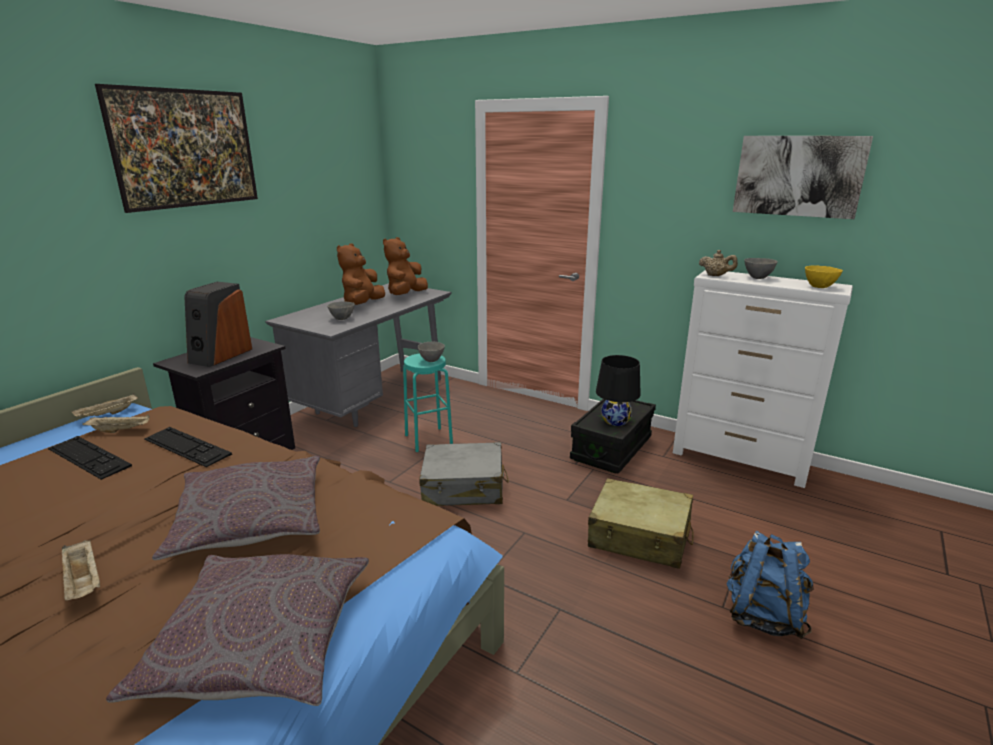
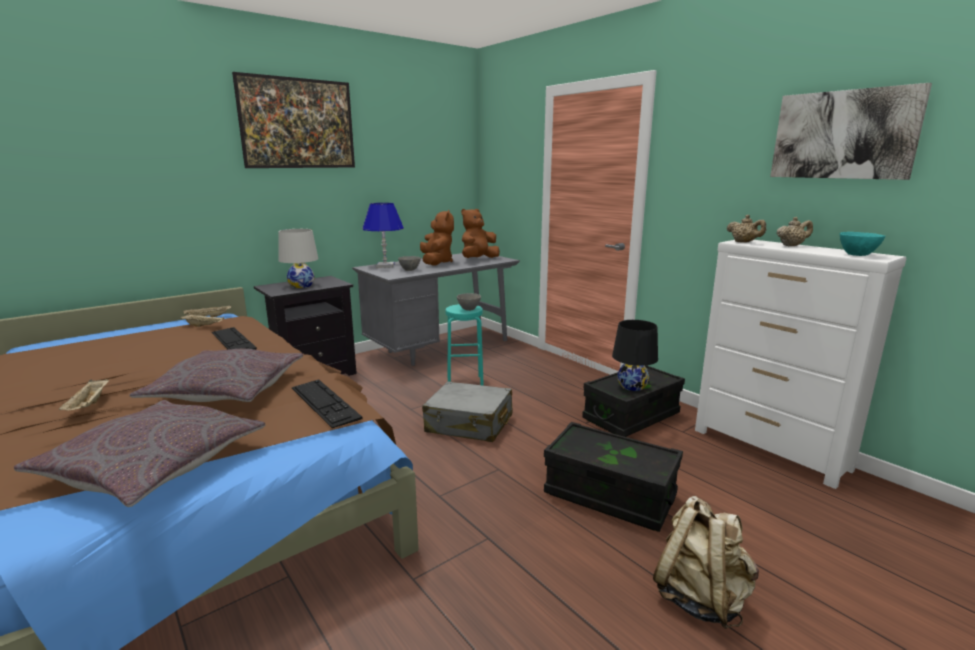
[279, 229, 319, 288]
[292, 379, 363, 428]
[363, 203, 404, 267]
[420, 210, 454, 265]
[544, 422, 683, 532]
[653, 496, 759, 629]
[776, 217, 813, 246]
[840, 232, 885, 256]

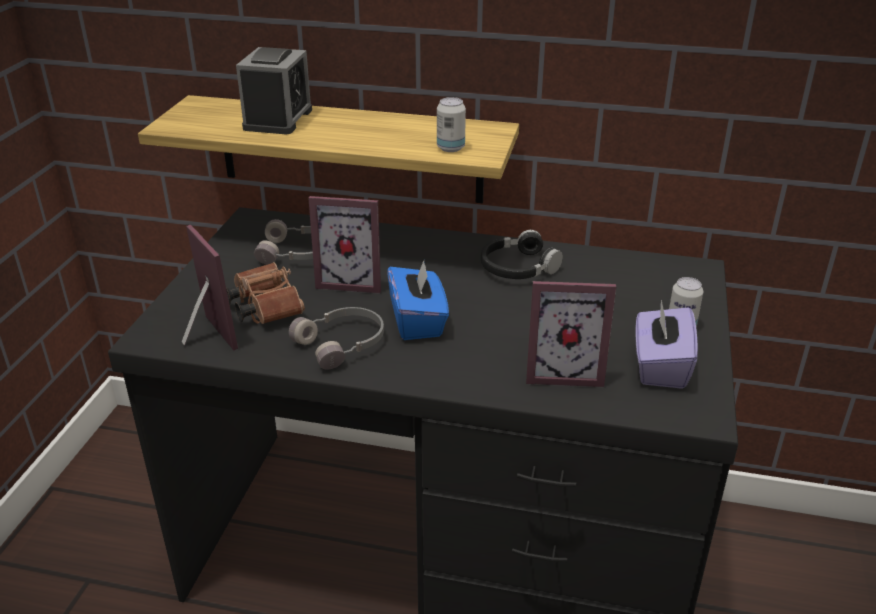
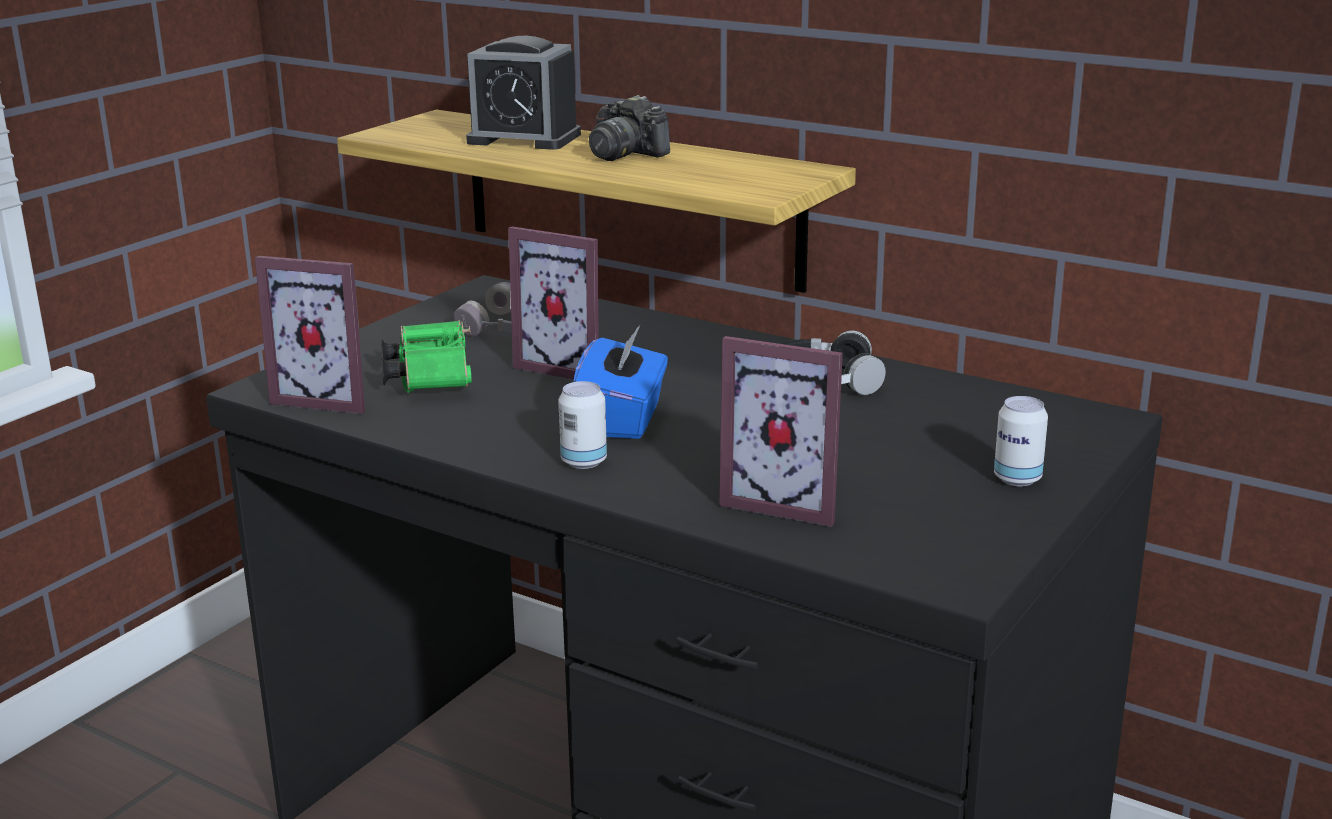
[255, 256, 365, 414]
[381, 320, 472, 393]
[466, 36, 581, 150]
[558, 381, 607, 469]
[589, 95, 670, 161]
[289, 307, 384, 370] (first image)
[635, 300, 698, 389] (first image)

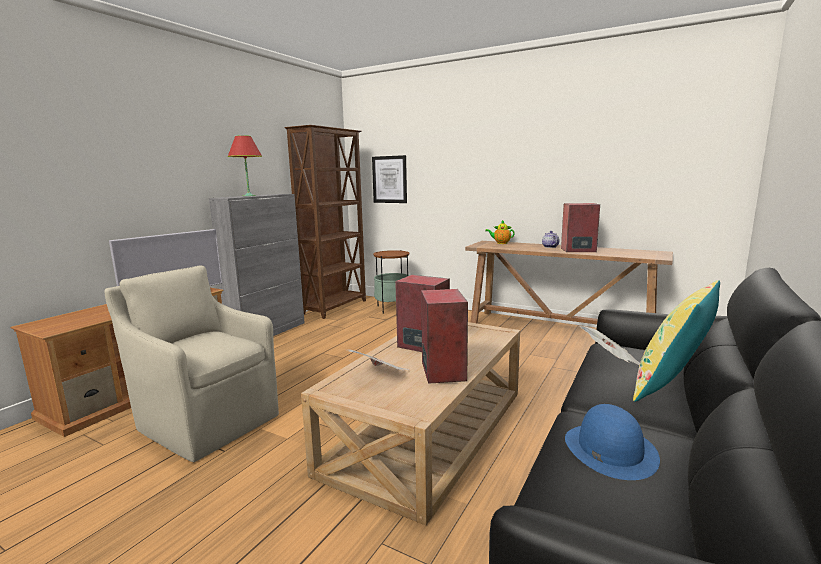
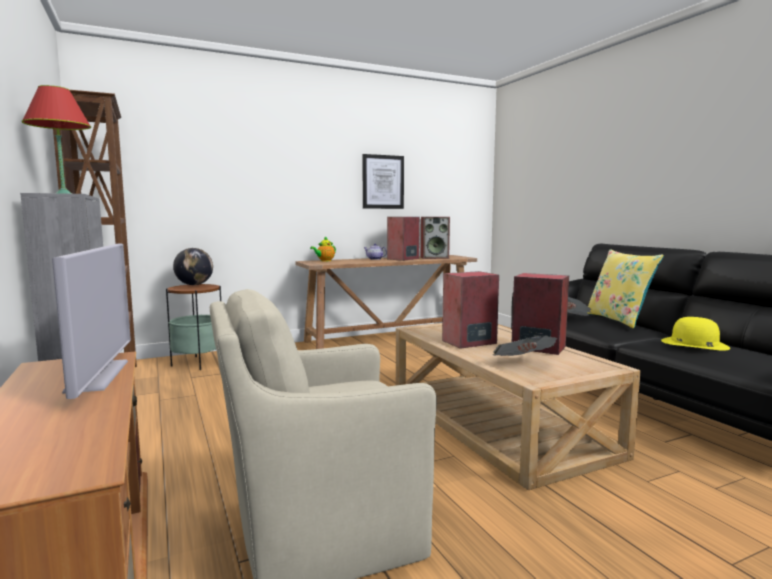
[173, 248, 213, 285]
[362, 154, 404, 209]
[421, 217, 450, 259]
[661, 317, 730, 351]

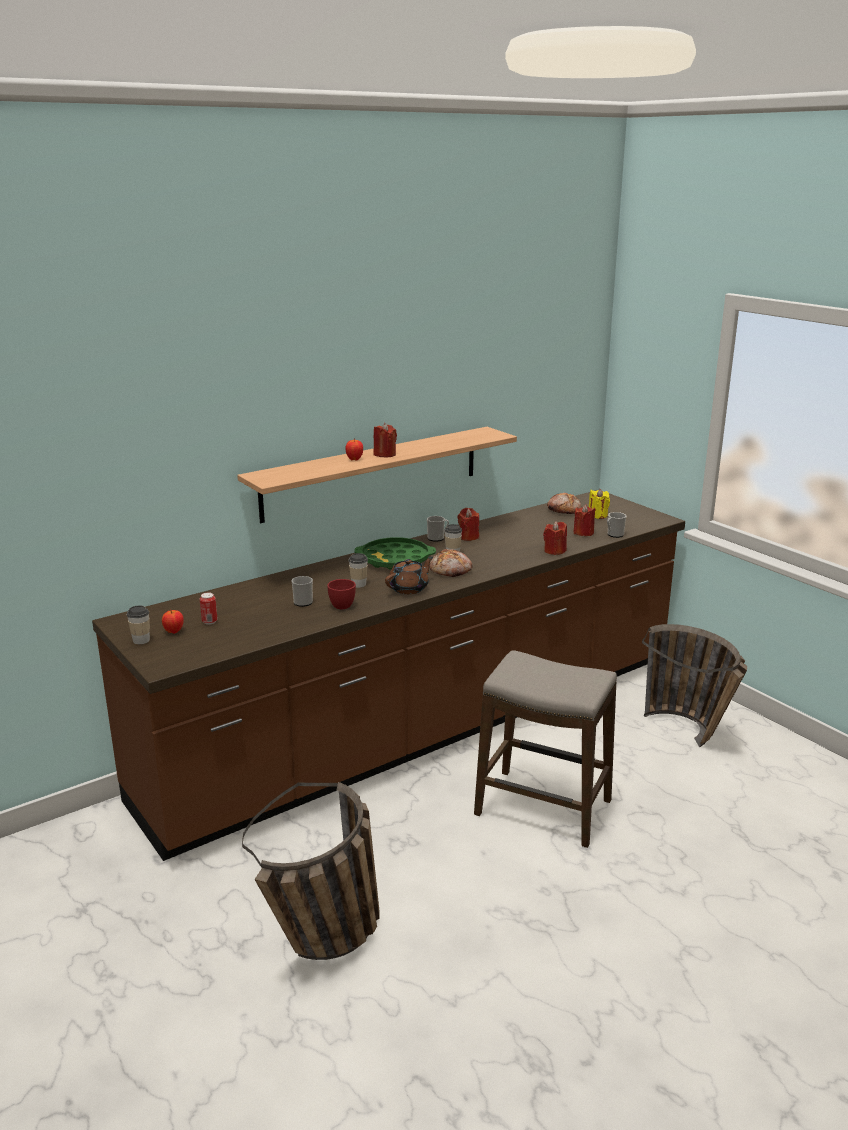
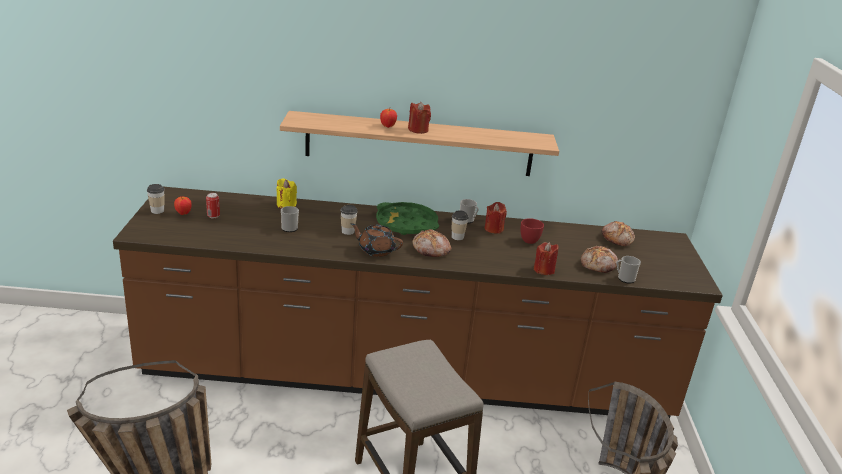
[276, 178, 297, 209]
[350, 223, 403, 257]
[520, 218, 544, 244]
[581, 246, 618, 273]

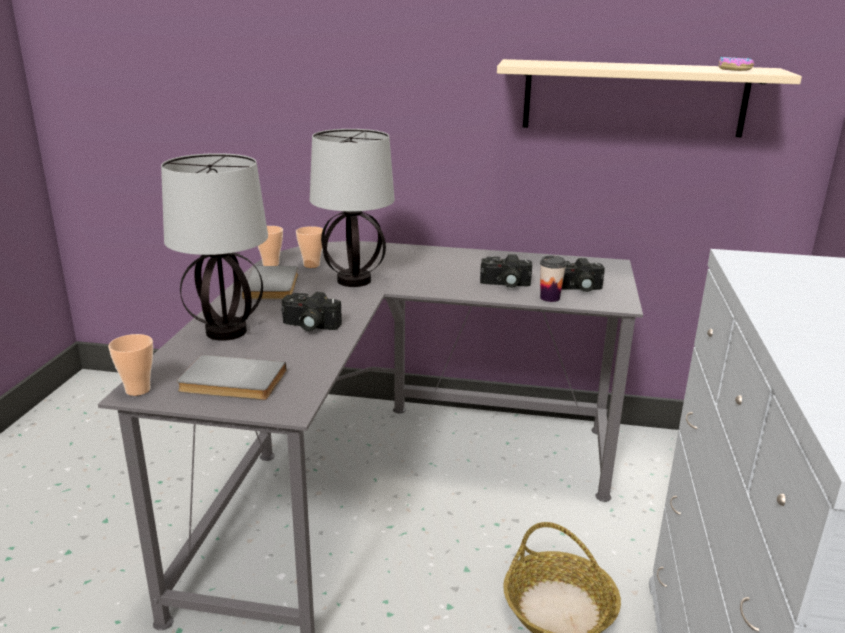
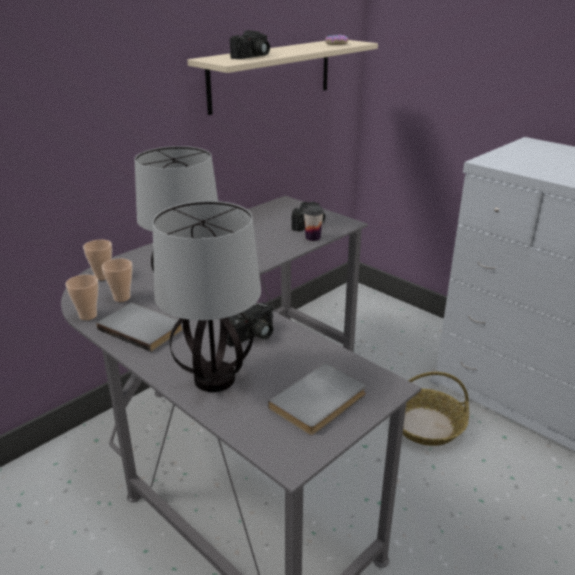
[83, 240, 112, 280]
[230, 30, 270, 59]

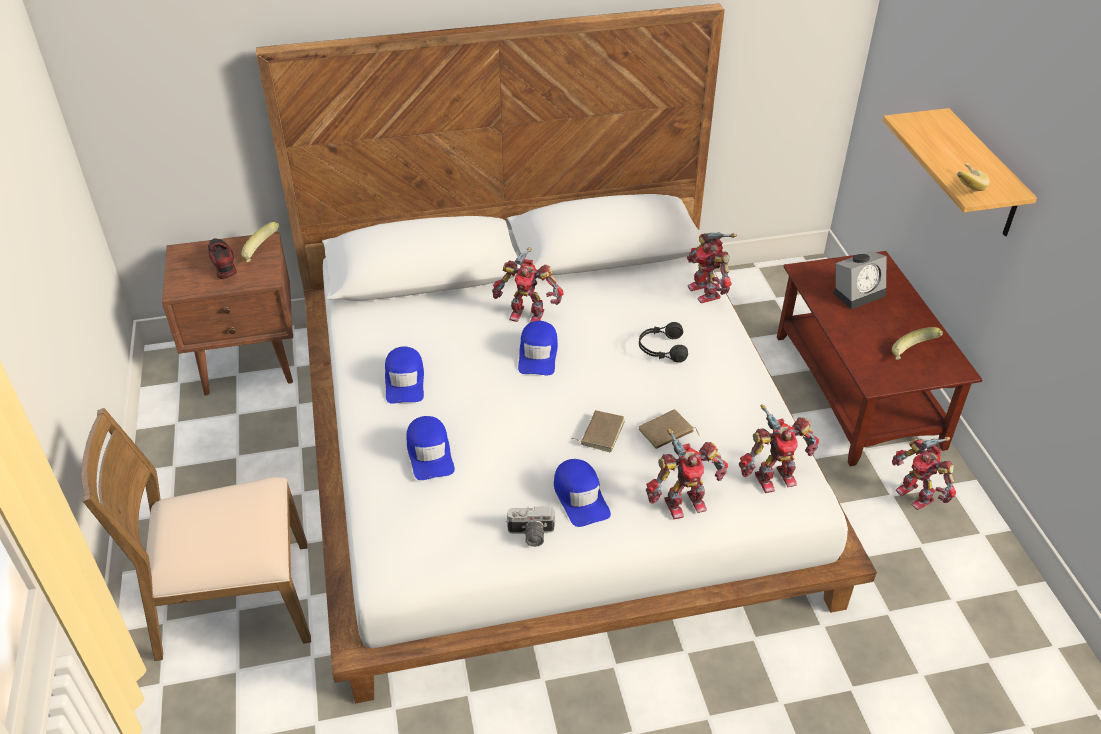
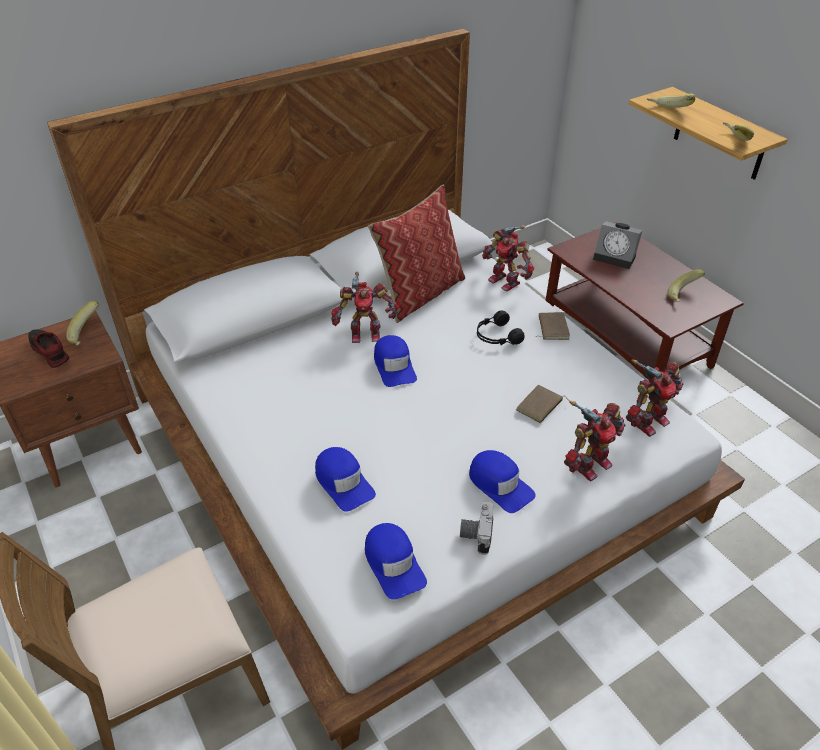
[365, 523, 427, 600]
[368, 184, 465, 323]
[460, 502, 493, 555]
[535, 312, 570, 340]
[593, 221, 643, 269]
[646, 93, 695, 107]
[892, 437, 956, 510] (first image)

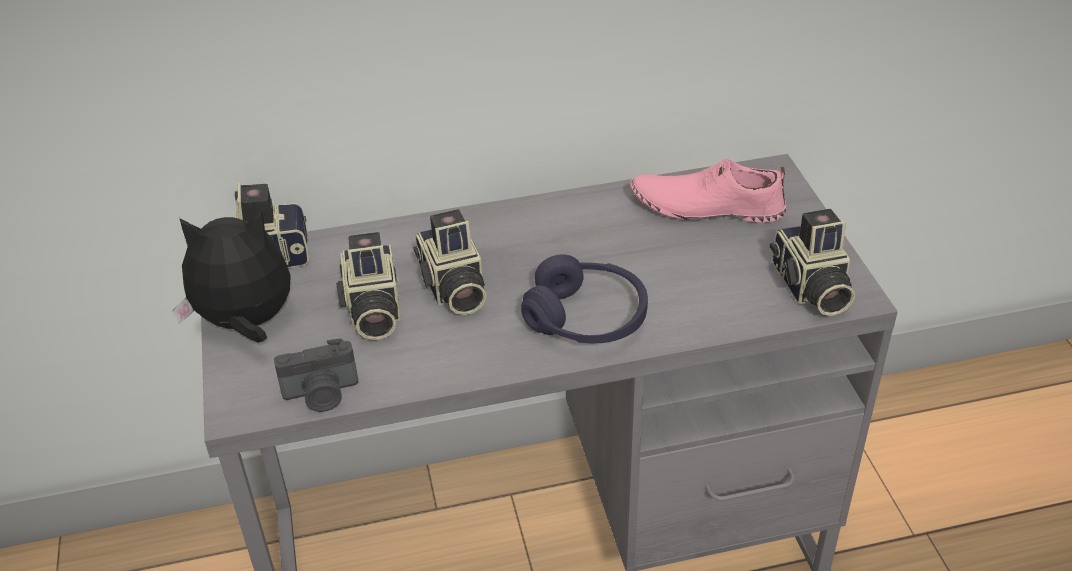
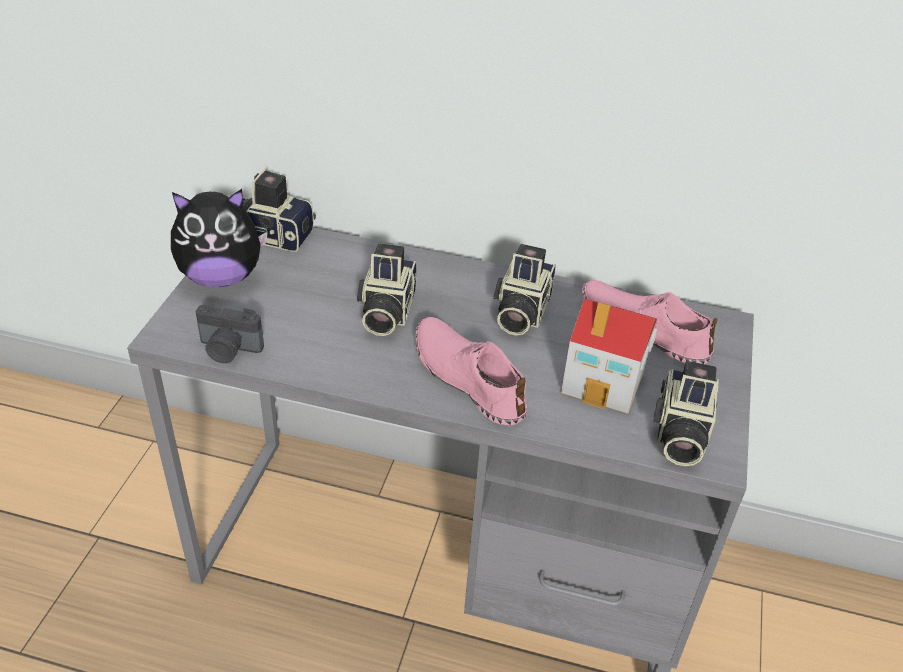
[171, 189, 268, 287]
[416, 317, 527, 426]
[494, 244, 556, 336]
[561, 299, 657, 414]

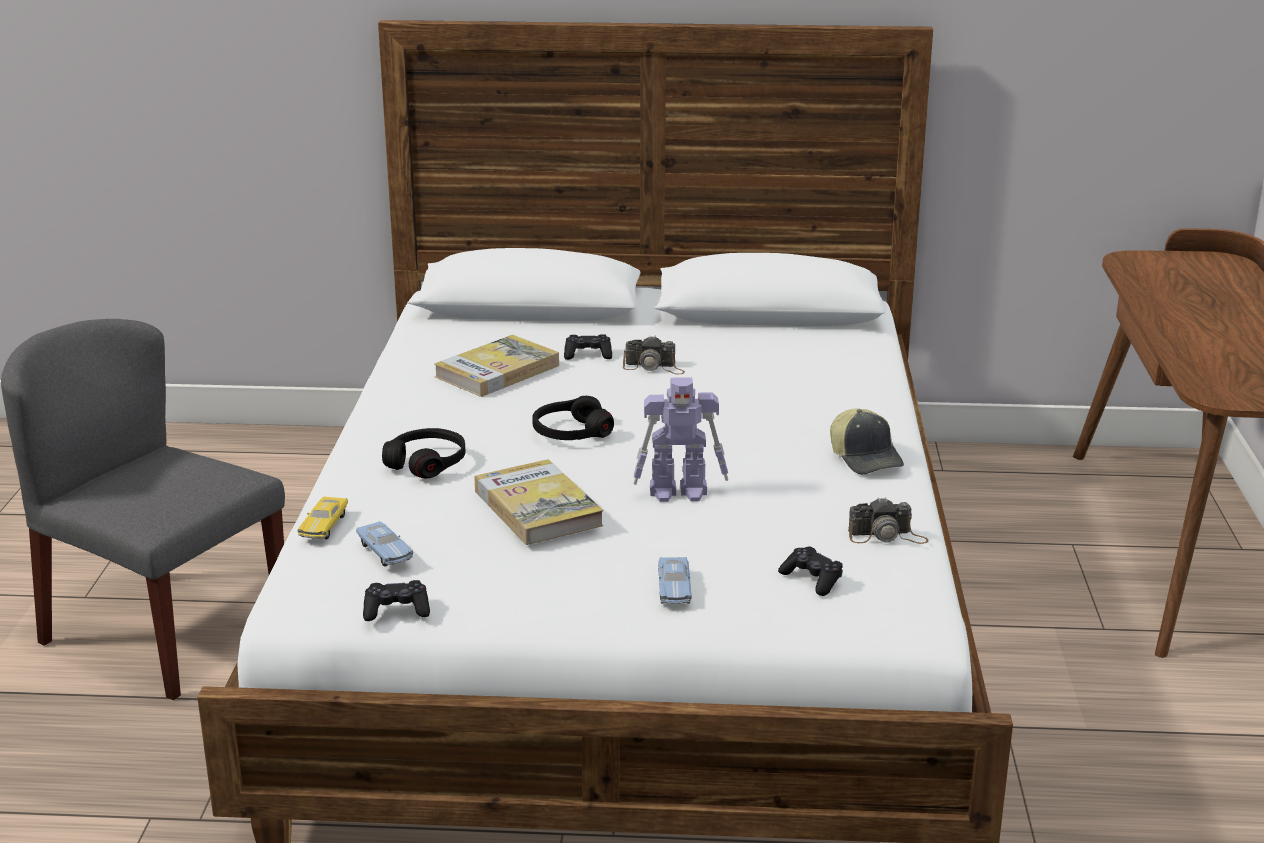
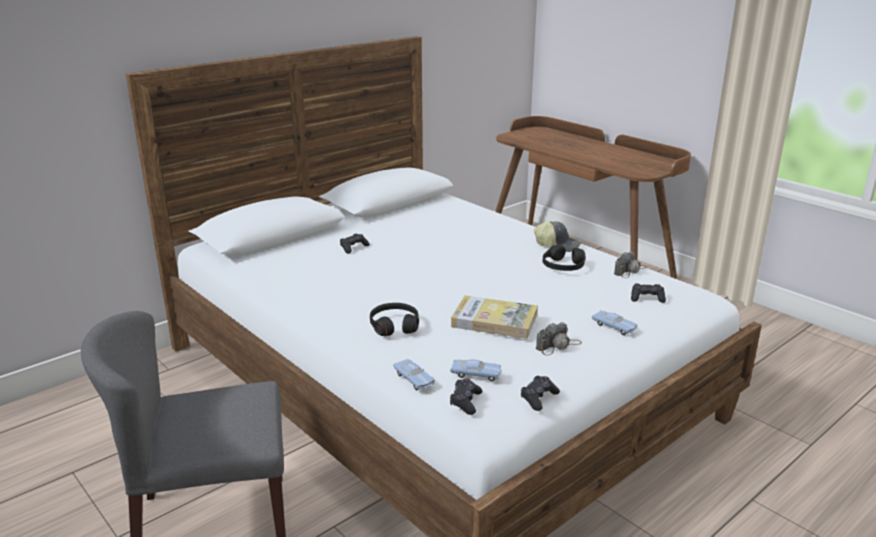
[393, 359, 435, 390]
[450, 379, 482, 415]
[536, 322, 582, 356]
[543, 245, 585, 271]
[434, 335, 559, 397] (first image)
[633, 377, 728, 502] (first image)

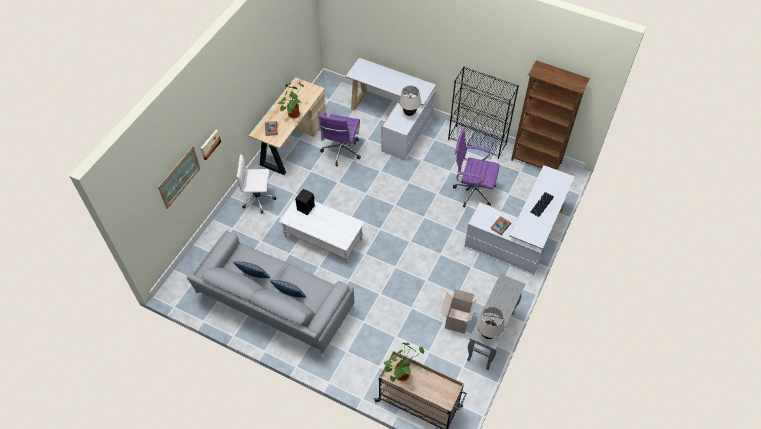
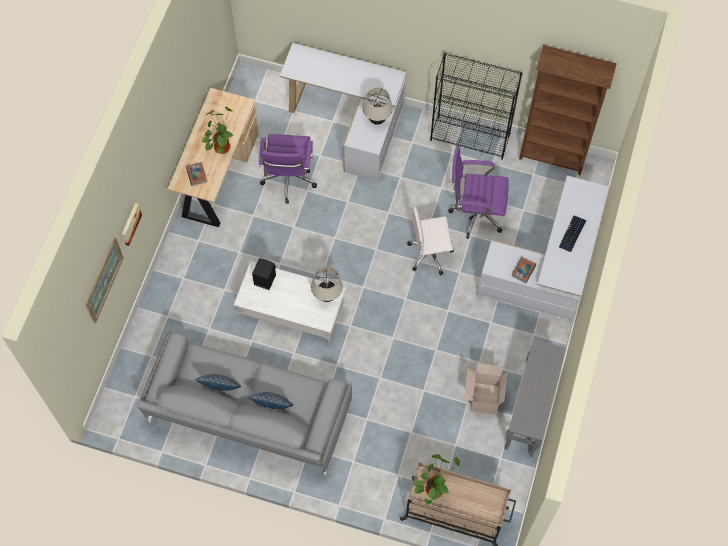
[311, 266, 343, 302]
[407, 207, 454, 275]

